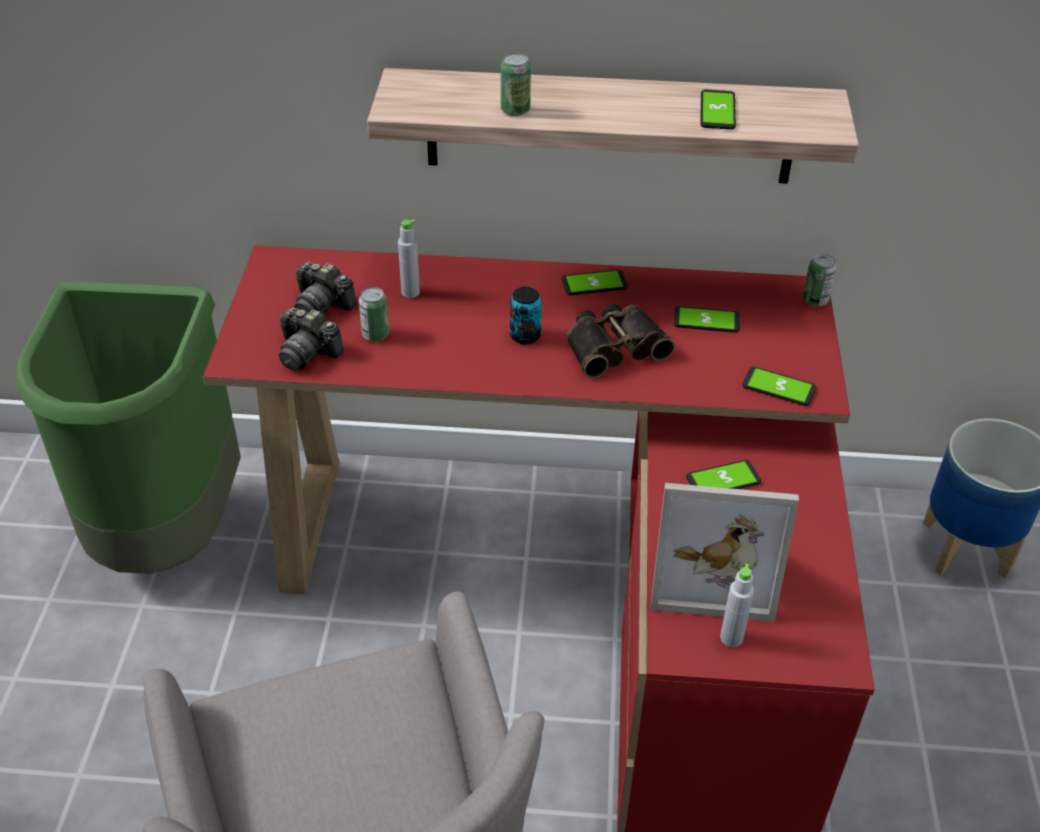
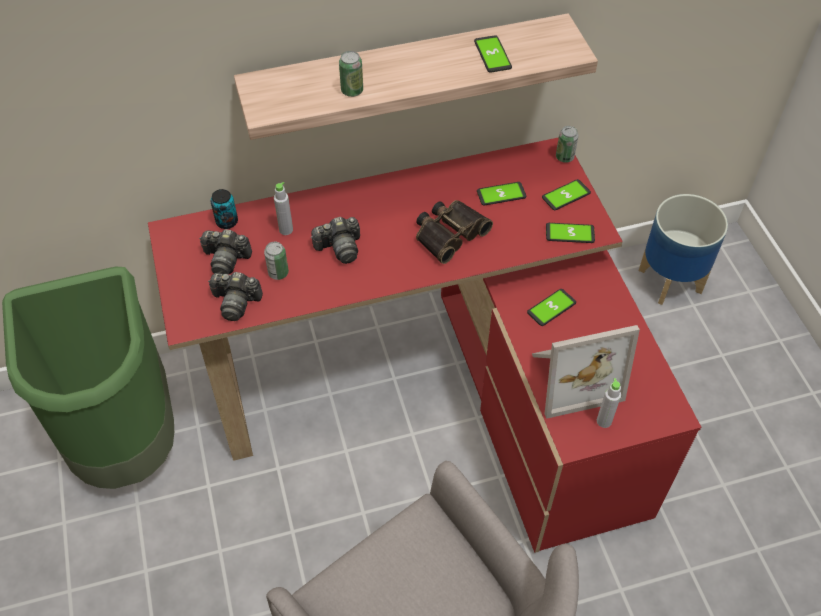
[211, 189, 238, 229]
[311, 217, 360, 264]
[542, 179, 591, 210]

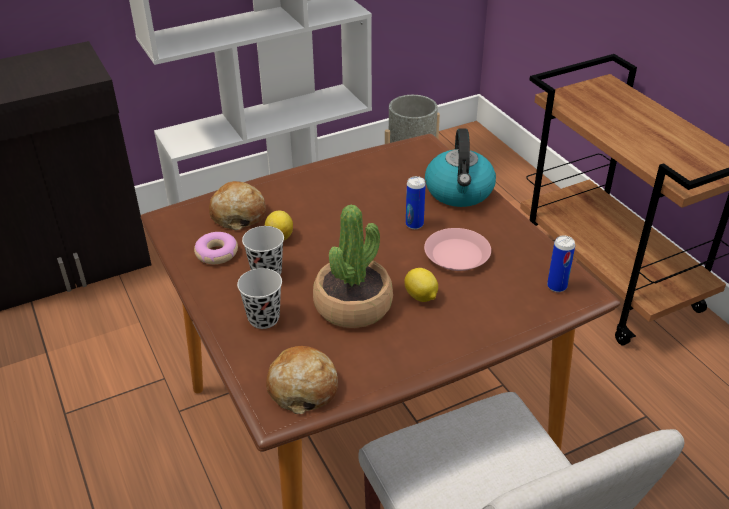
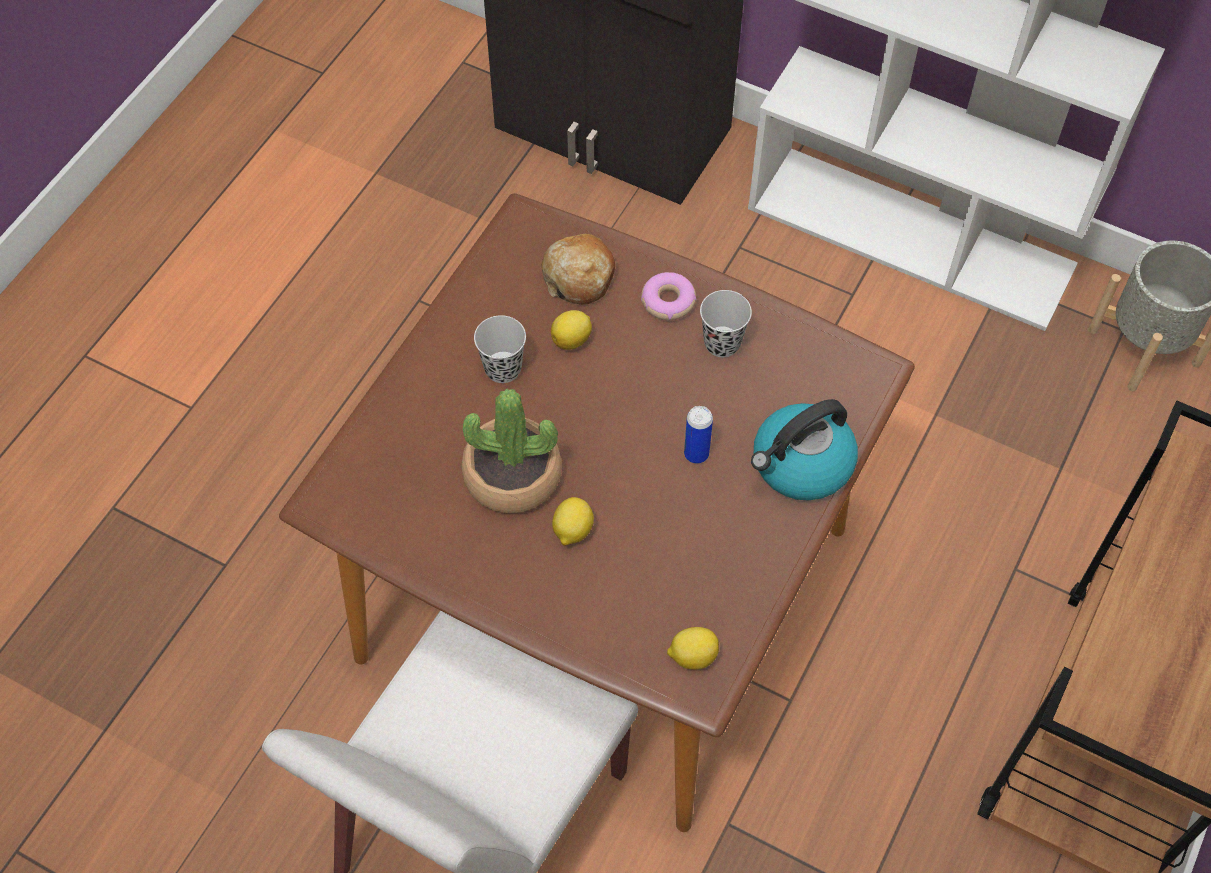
[641, 272, 696, 320]
[667, 627, 719, 670]
[700, 290, 752, 357]
[266, 346, 338, 414] (first image)
[424, 228, 491, 271] (first image)

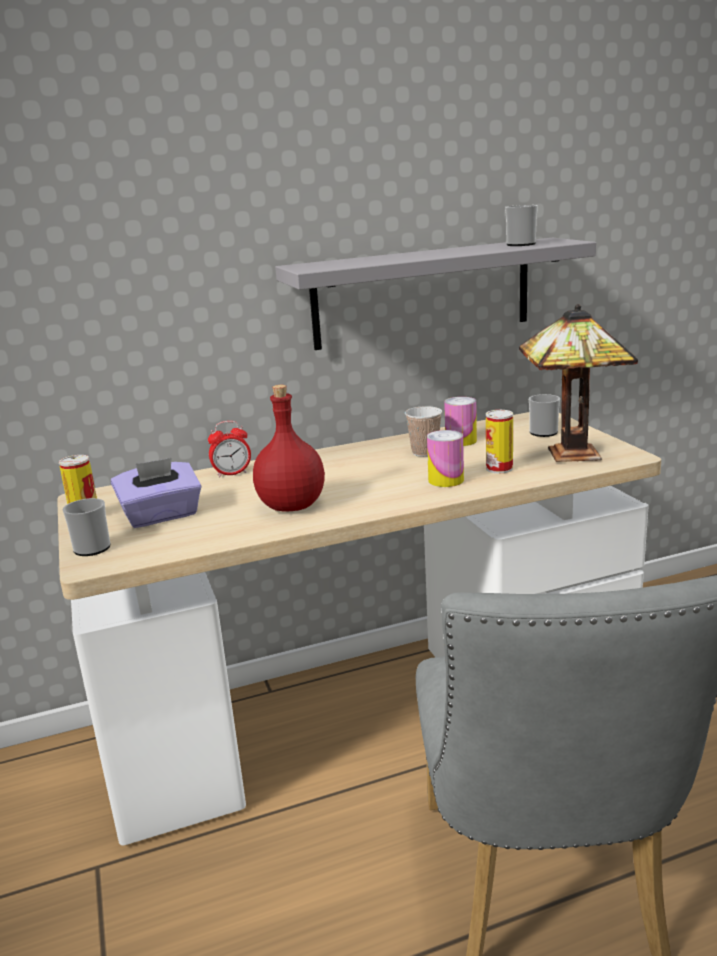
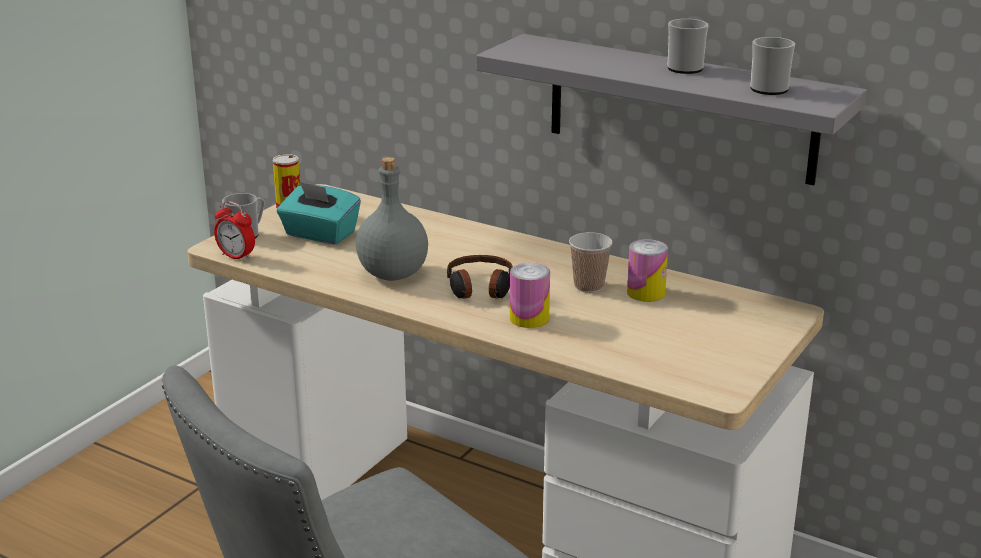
[214, 201, 255, 262]
[277, 181, 361, 245]
[356, 157, 428, 281]
[447, 255, 513, 299]
[667, 19, 708, 74]
[486, 410, 513, 474] (first image)
[519, 304, 638, 462] (first image)

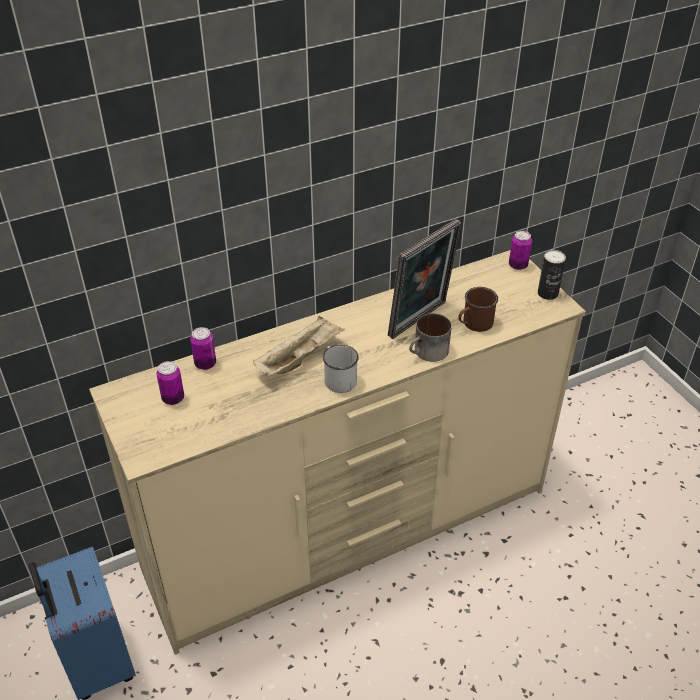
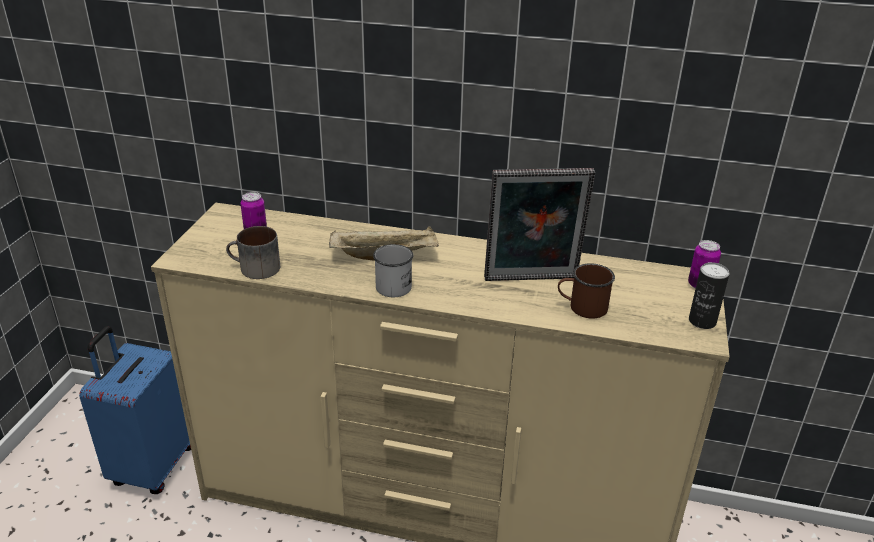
[226, 226, 280, 279]
[190, 327, 216, 370] (first image)

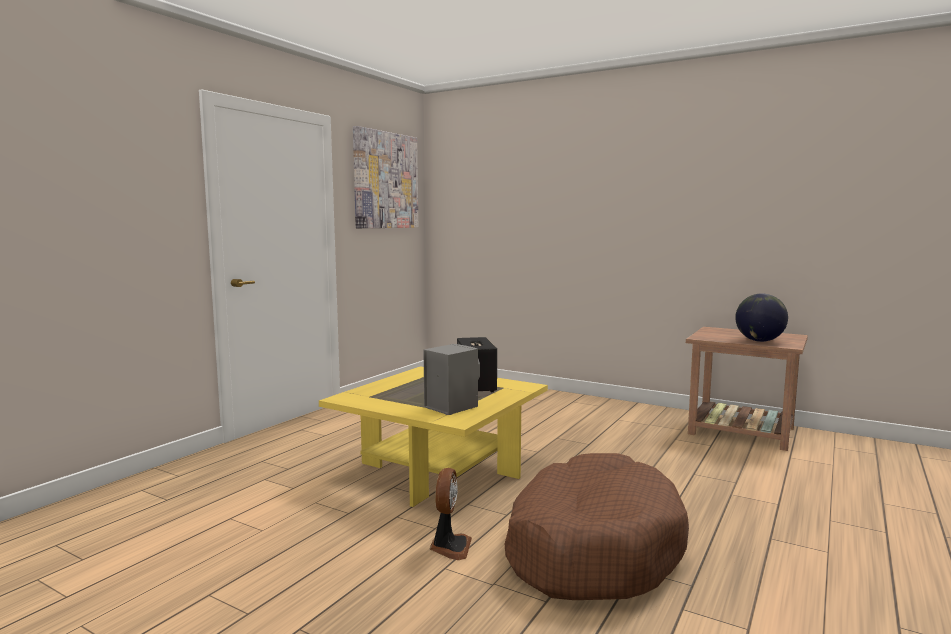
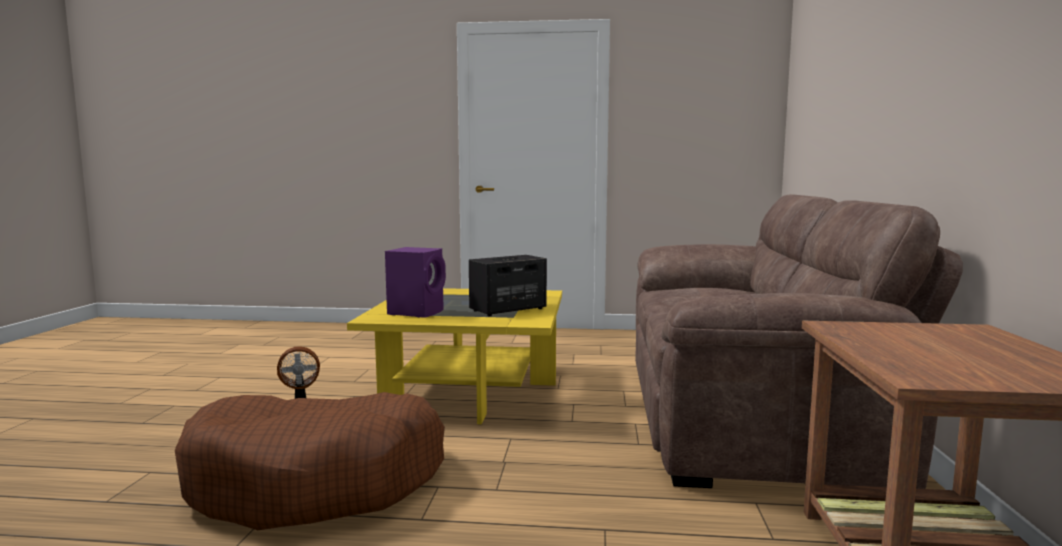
[385, 247, 446, 318]
[635, 194, 963, 489]
[353, 126, 418, 228] (first image)
[735, 293, 788, 342] (first image)

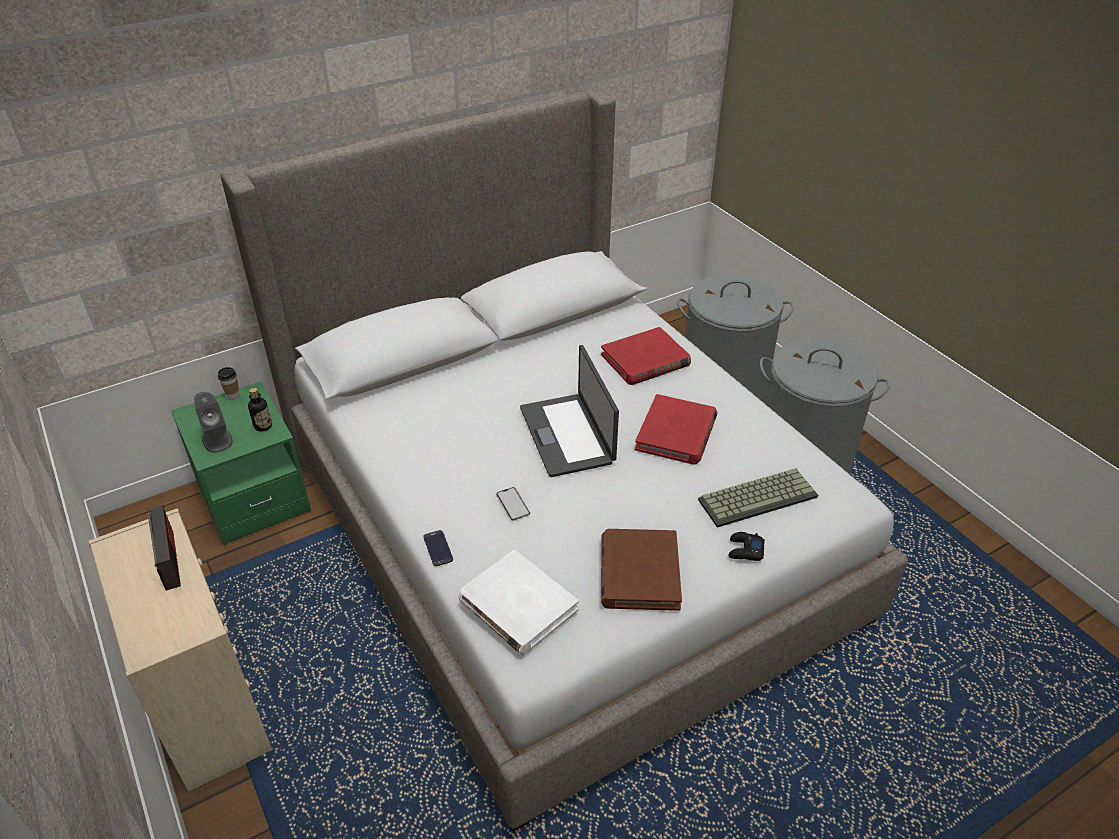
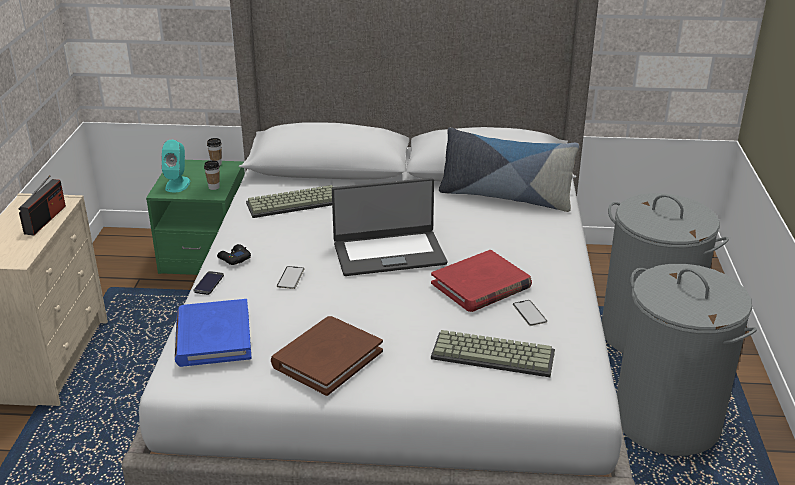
[162, 140, 190, 192]
[175, 299, 252, 367]
[204, 160, 220, 190]
[217, 244, 251, 265]
[246, 185, 333, 218]
[332, 178, 447, 276]
[439, 127, 579, 212]
[513, 300, 547, 326]
[601, 327, 691, 385] (first image)

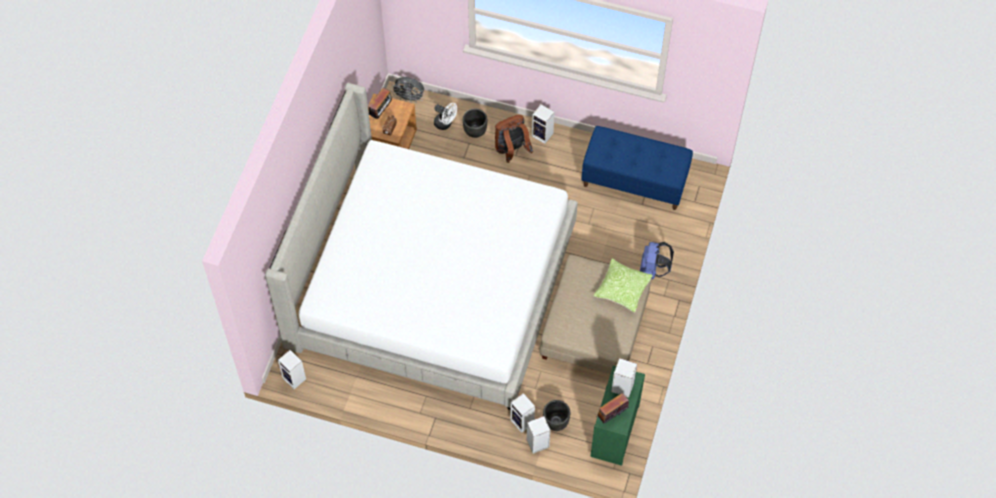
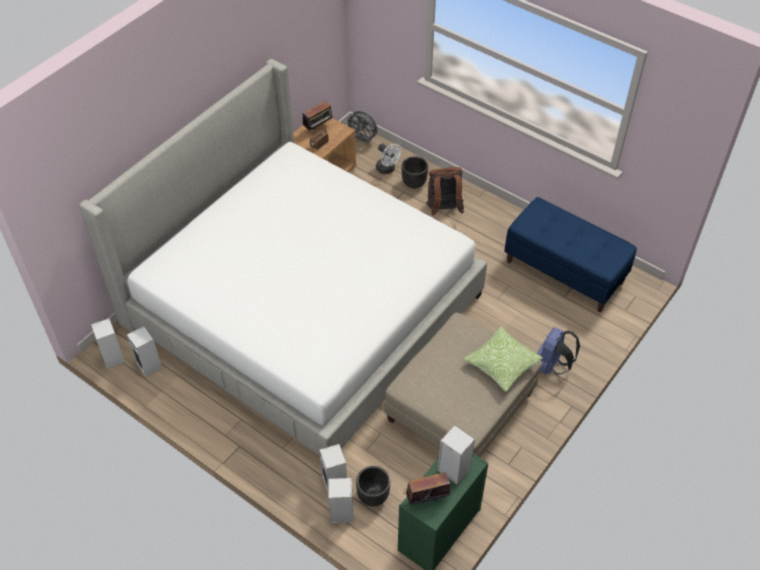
[127, 326, 162, 377]

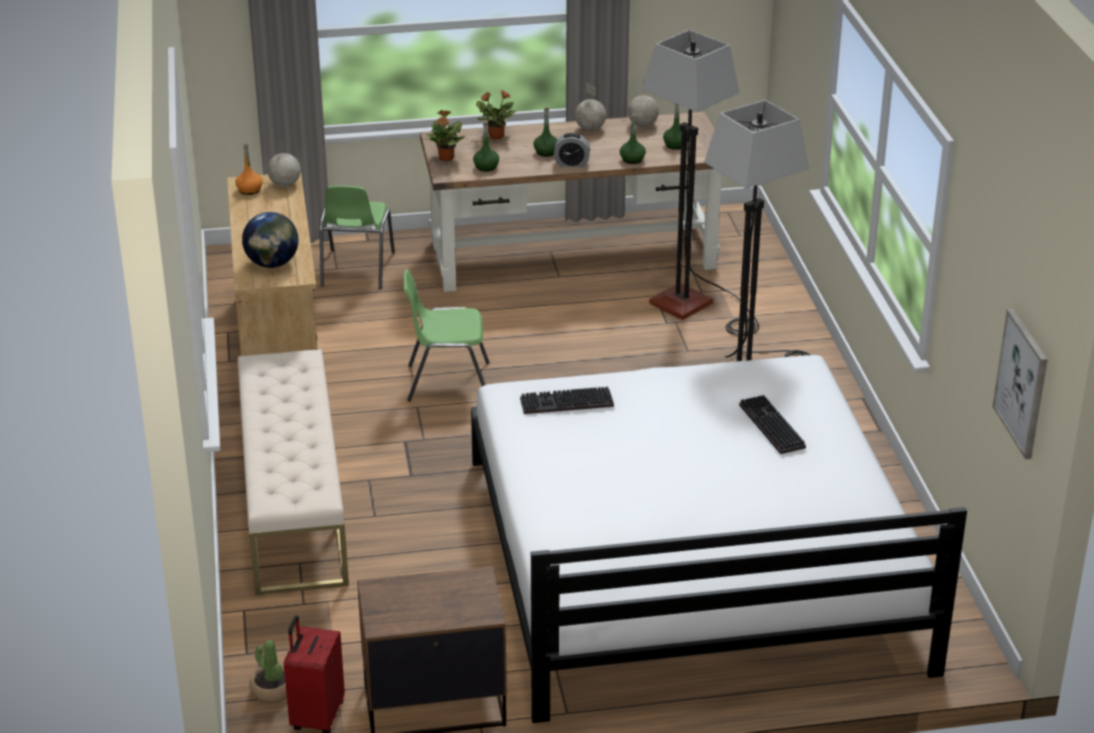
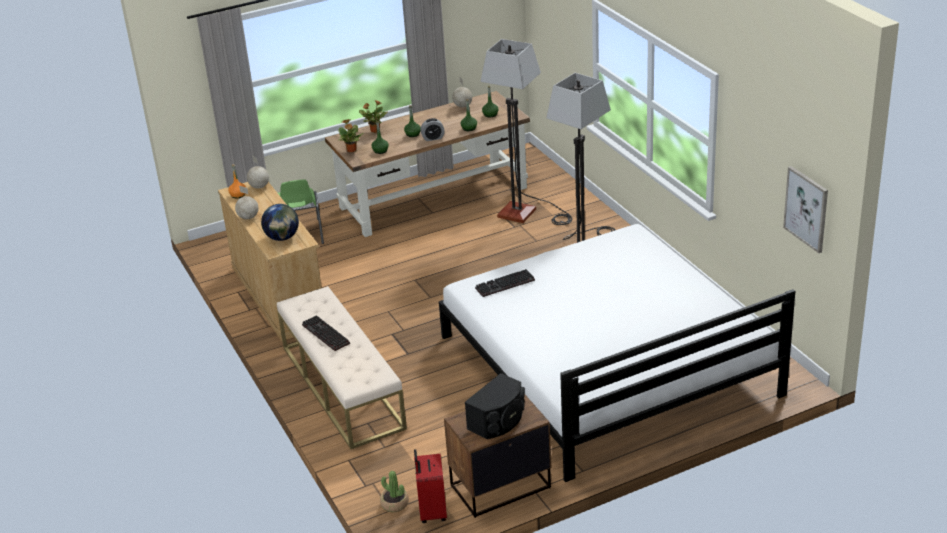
[235, 186, 258, 219]
[302, 315, 350, 351]
[465, 373, 525, 439]
[404, 269, 489, 402] (first image)

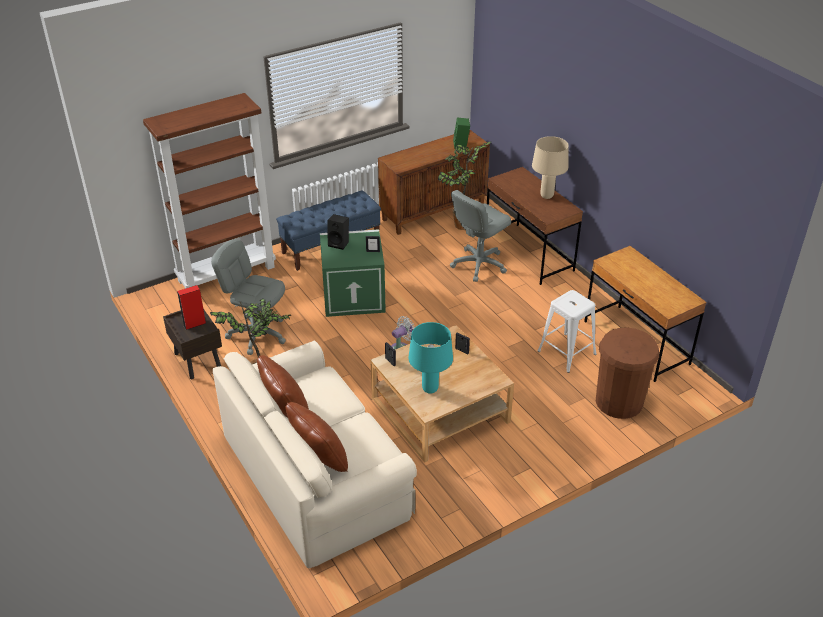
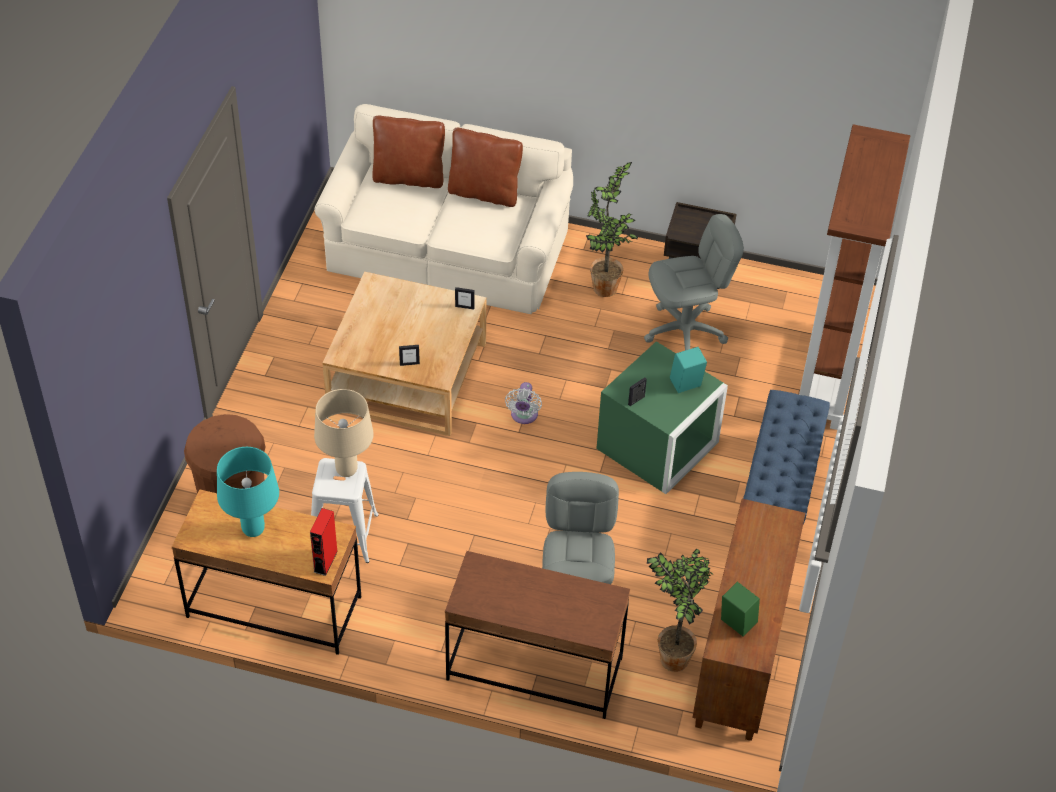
[217, 447, 279, 537]
[310, 508, 338, 576]
[314, 389, 374, 477]
[670, 347, 707, 393]

